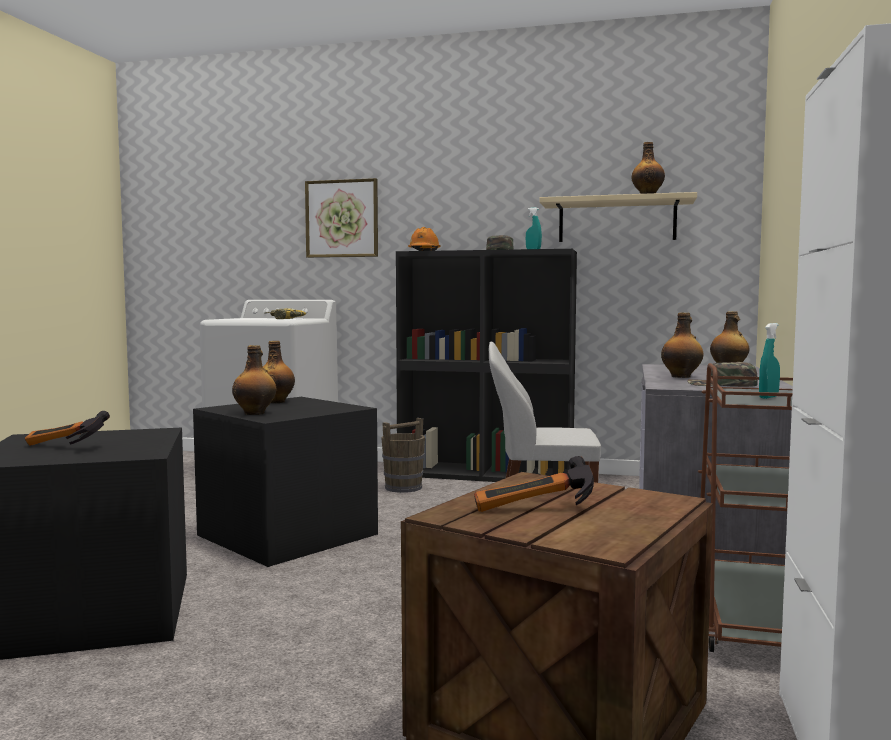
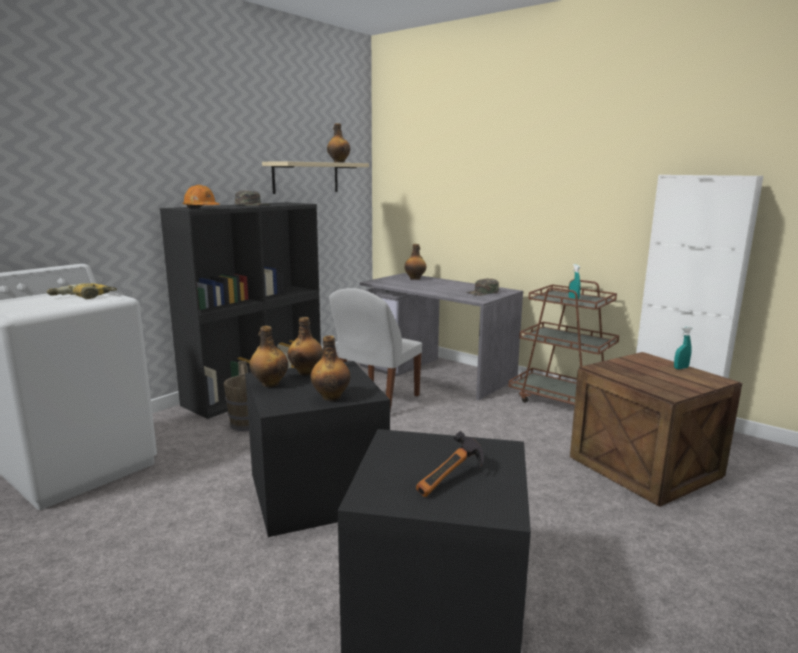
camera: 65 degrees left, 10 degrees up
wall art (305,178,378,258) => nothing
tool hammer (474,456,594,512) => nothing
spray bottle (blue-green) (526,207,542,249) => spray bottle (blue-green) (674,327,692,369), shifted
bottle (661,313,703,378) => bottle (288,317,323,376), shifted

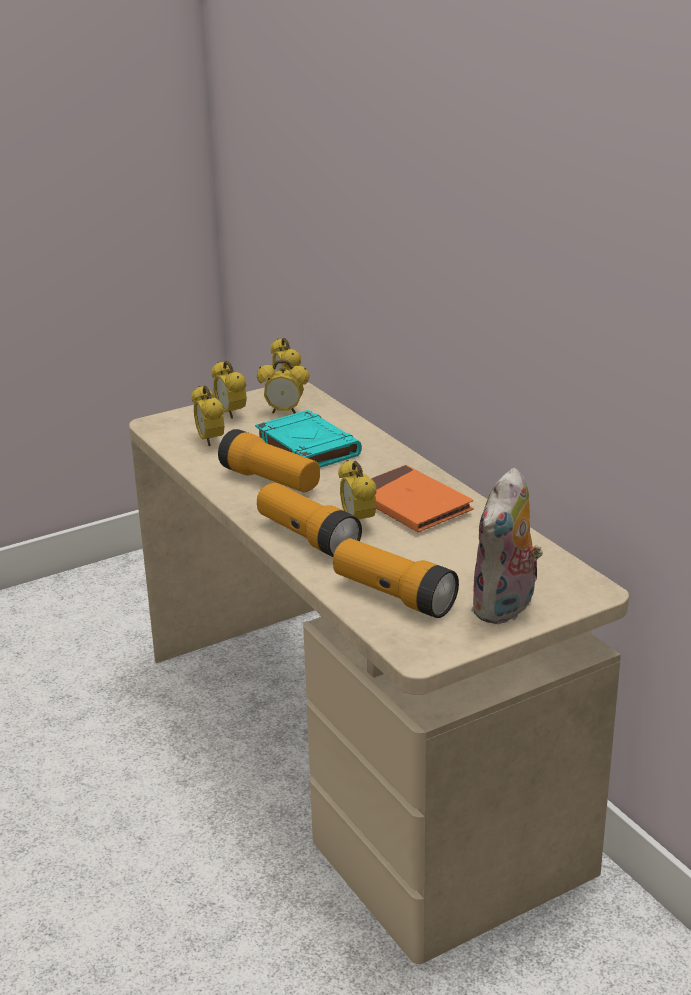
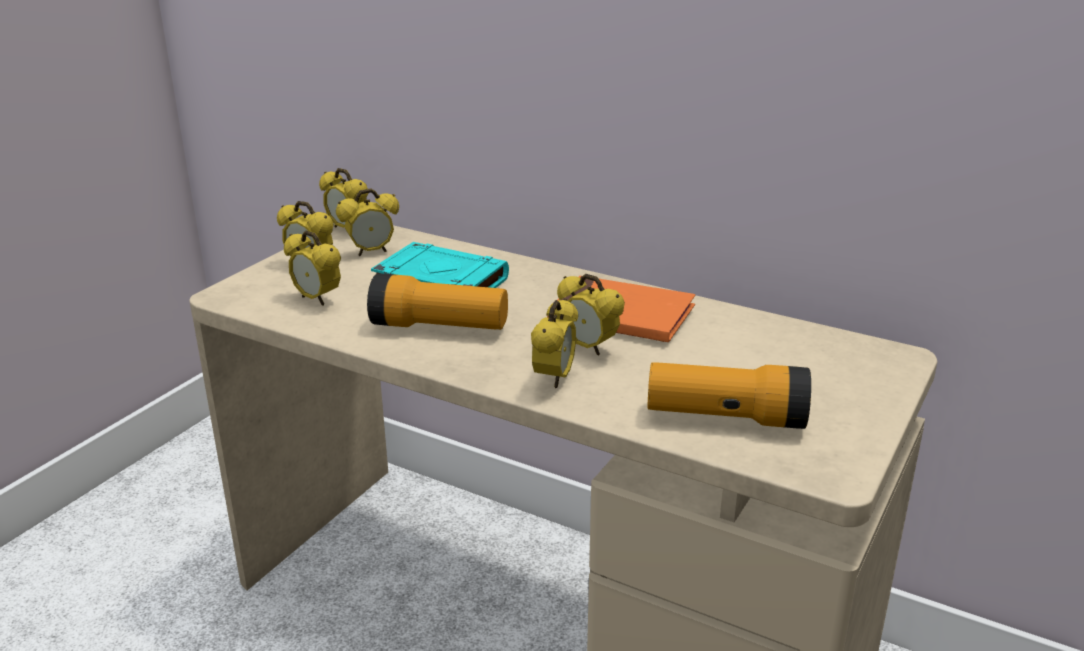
camera: 30 degrees left, 0 degrees up
torch (257,483,362,557) => bedside clock (531,299,578,388)
soft toy (471,468,543,624) => nothing

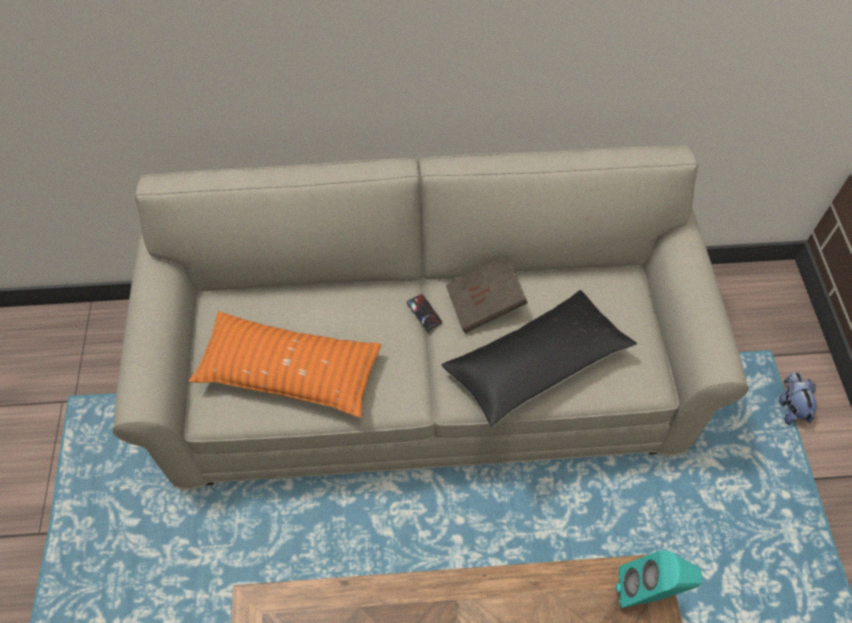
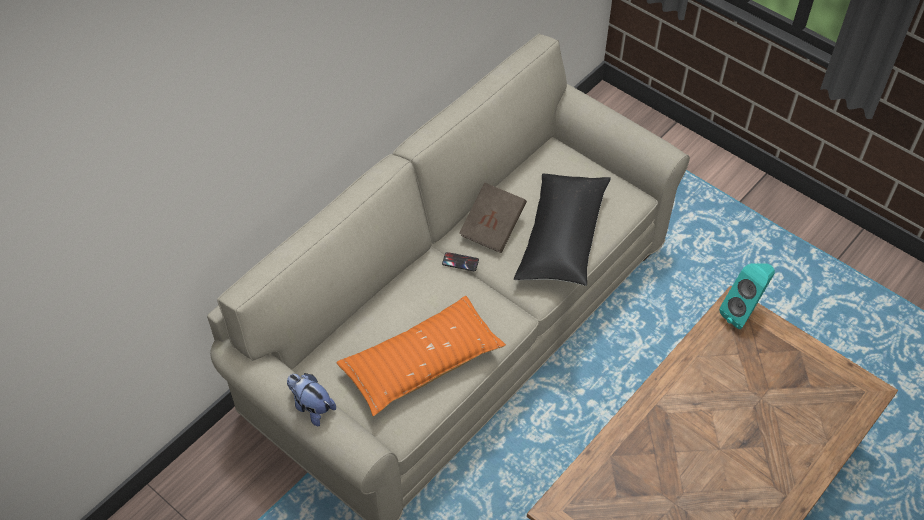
camera: 45 degrees left, 5 degrees down
soft toy (779,372,817,425) => soft toy (287,373,336,426), shifted

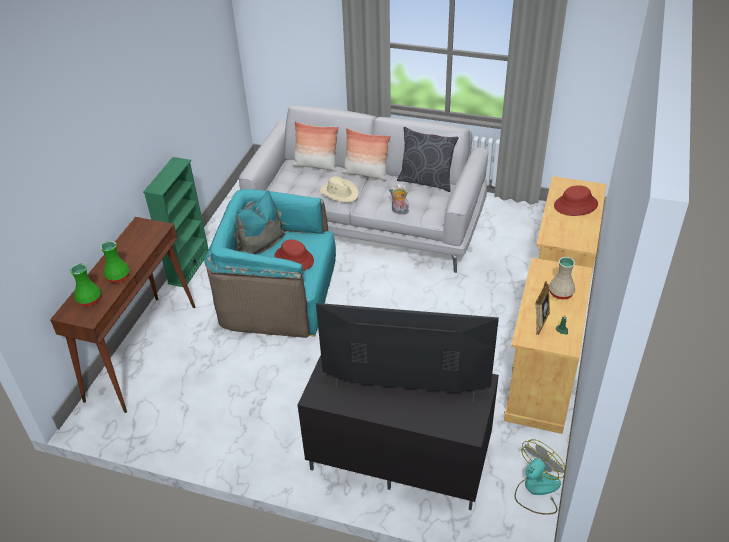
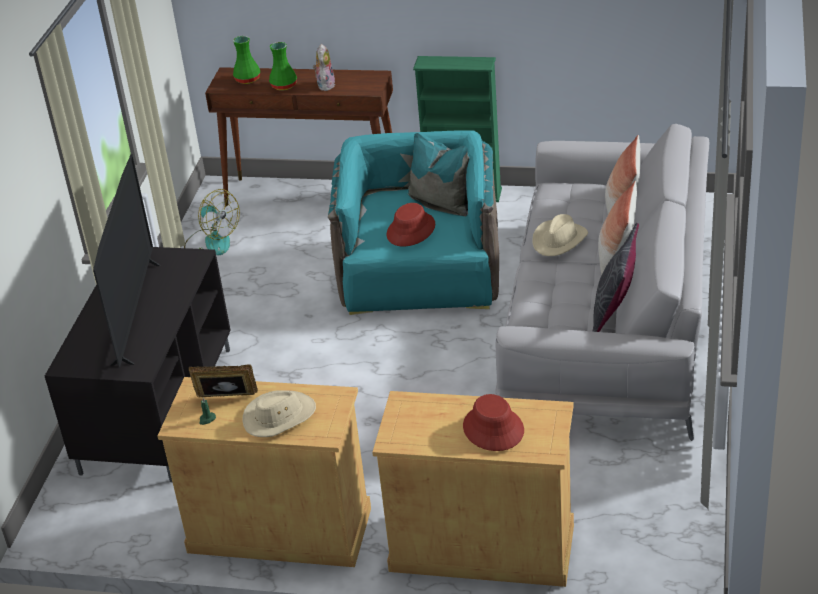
camera: 85 degrees right, 5 degrees down
soft toy (389,184,409,215) => soft toy (313,44,335,91), shifted
cooling fan (515,439,565,515) => cooling fan (184,189,240,255), shifted
flower vase (beige) (549,257,575,300) => clothing hat (beige) (243,390,316,437)

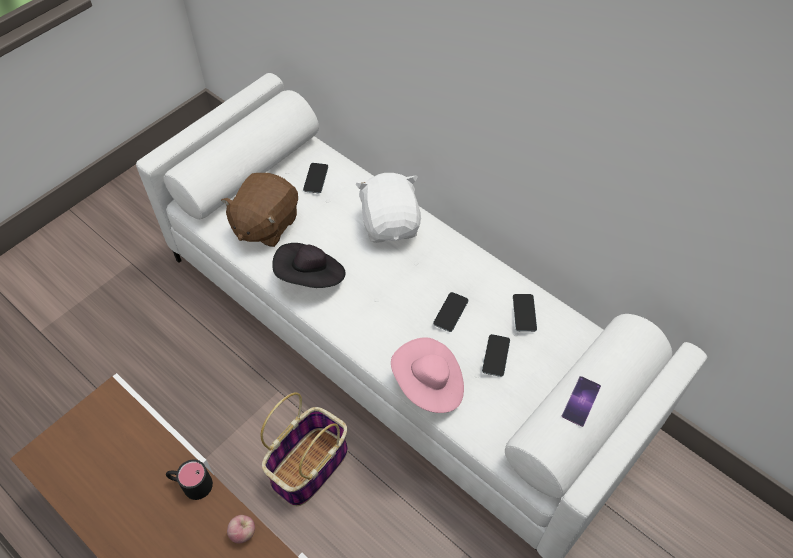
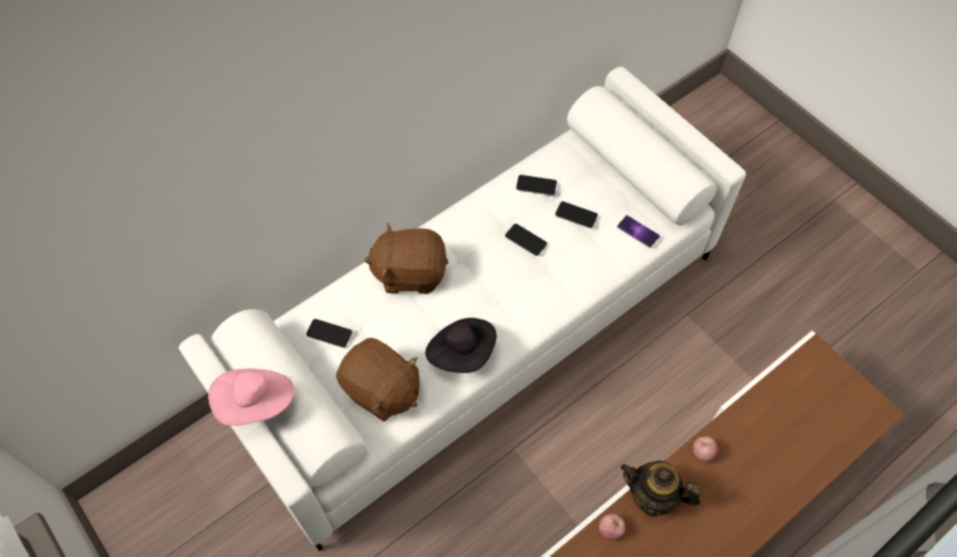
camera: 80 degrees left, 5 degrees up
coffee mug (black) (166,459,213,500) => tea pot (621,460,701,517)
storage basket (260,392,348,506) => nothing
soft toy (white-coloured) (355,173,421,243) => soft toy (brownish) (364,222,448,294)
clothing hat (pinkish) (391,337,464,413) => clothing hat (pinkish) (208,369,294,426), shifted
phone (562,376,601,427) => phone (617,215,660,248), shifted
nothing => apple fruit (599,513,625,540)

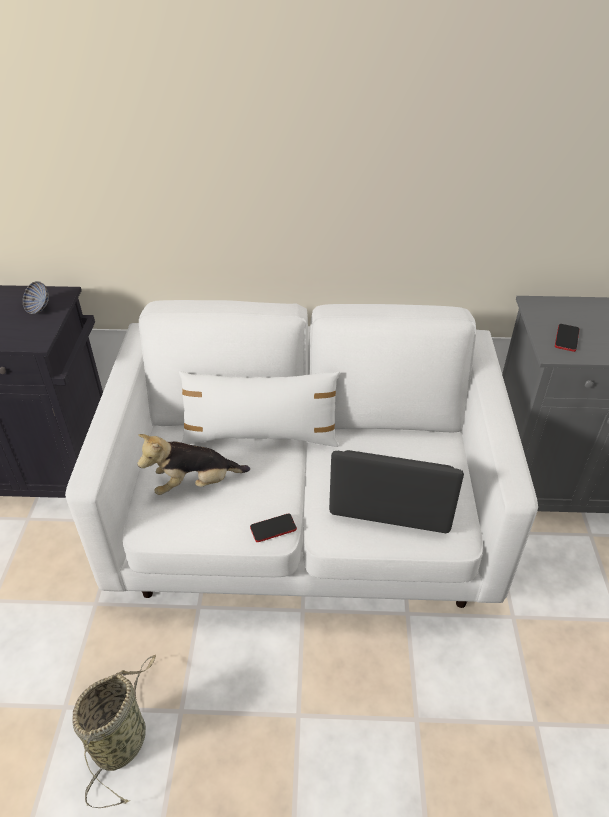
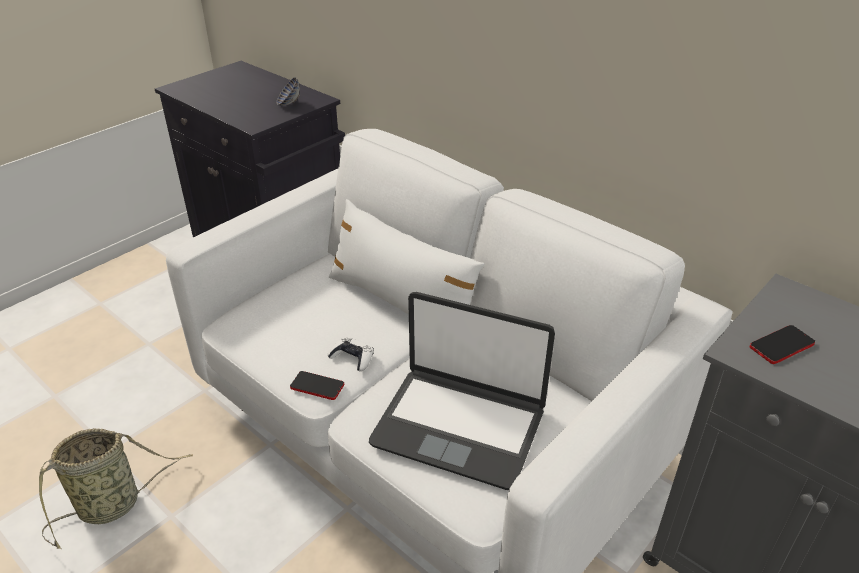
camera: 40 degrees right, 5 degrees down
soft toy (137,434,250,495) => nothing
portable computer (329,450,464,533) => portable computer (369,292,555,490), 150 degrees clockwise
nothing => gamepad (white-coloured) (328,337,374,372)

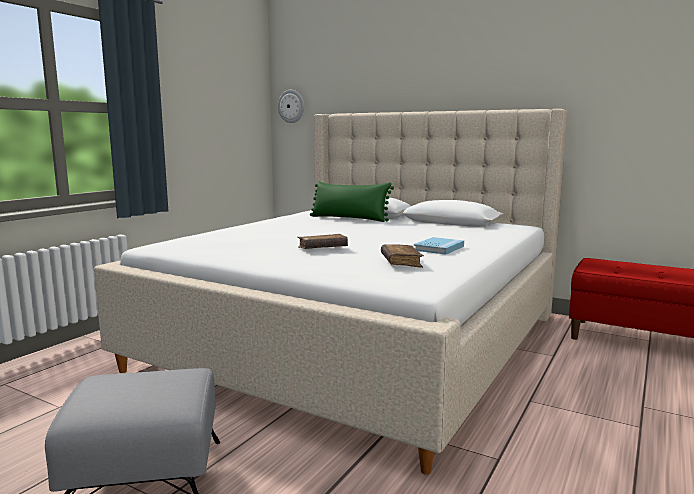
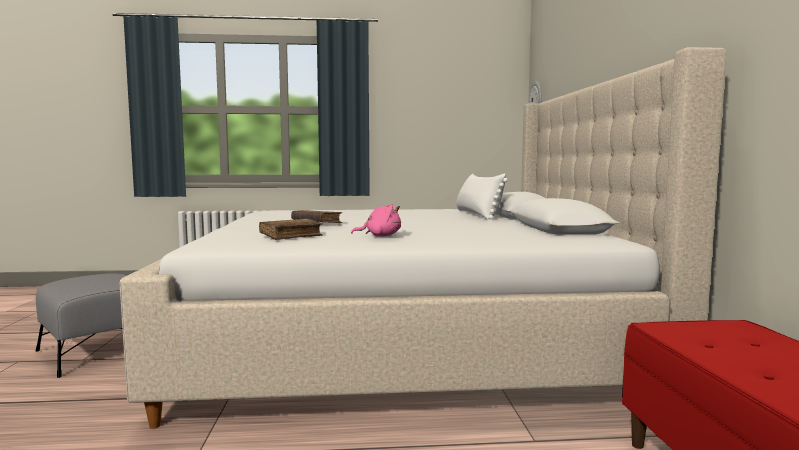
camera: 55 degrees right, 5 degrees down
throw pillow (green) (310,181,394,222) => throw pillow (white-coloured) (456,173,508,220)
bound book (blue) (414,237,464,255) => soft toy (pinkish) (351,204,401,237)

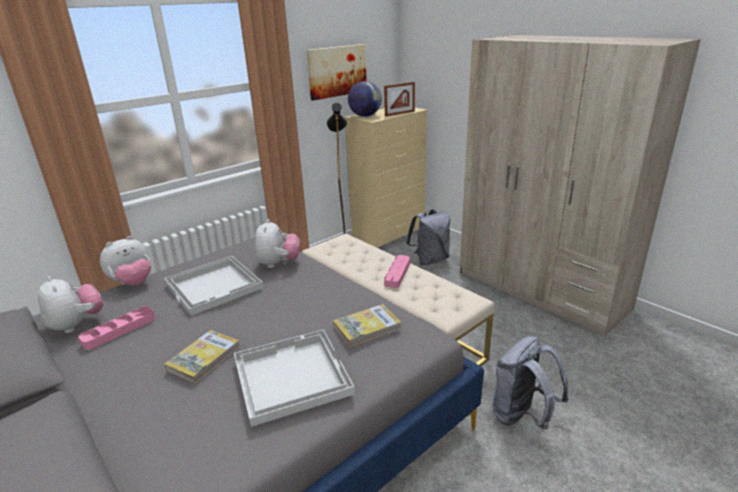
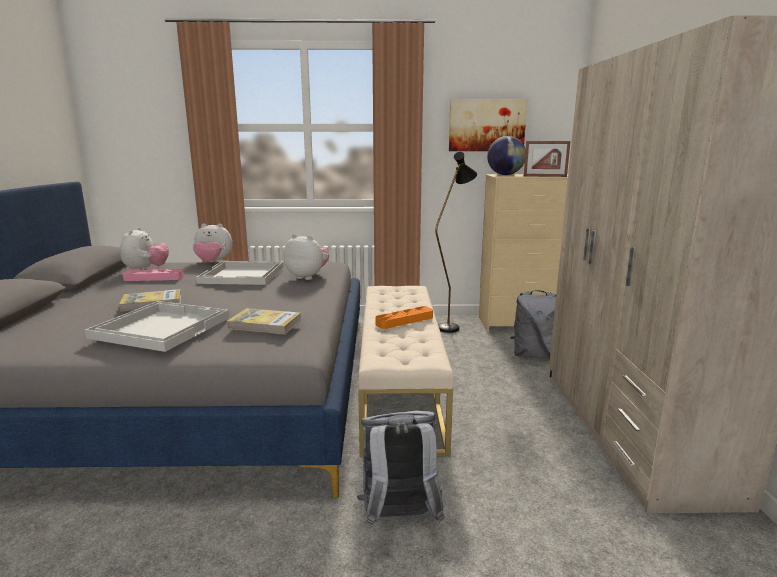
camera: 40 degrees right, 10 degrees down
soft toy (255,219,300,268) => soft toy (284,234,329,280), 105 degrees counterclockwise
carrying tray (pinkish) (384,255,410,288) => carrying tray (orangey) (376,306,433,329)

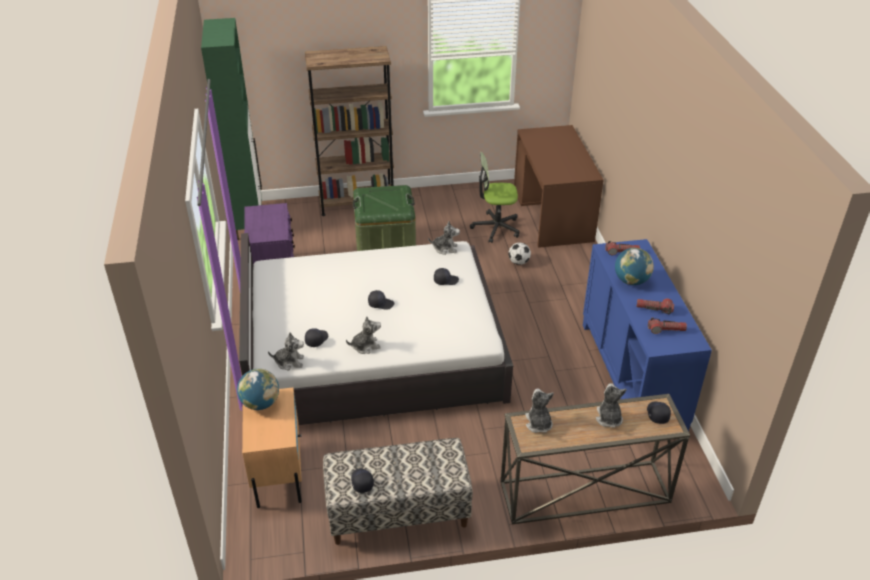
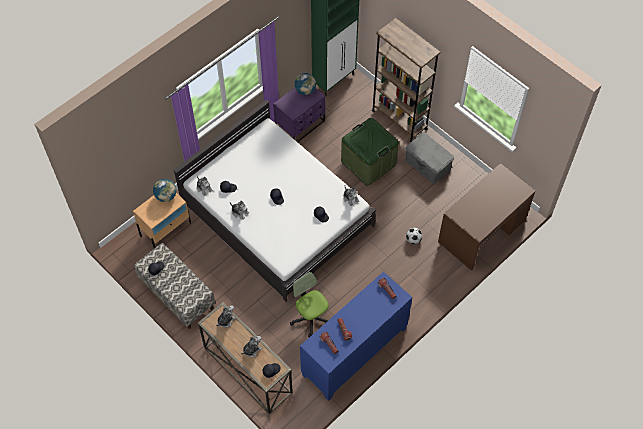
camera: 55 degrees right, 20 degrees up
computer chair (470,152,520,243) => computer chair (290,272,329,337), shifted
desk globe (615,248,654,285) => desk globe (294,73,316,95), shifted
nothing => storage container (greyish) (404,132,455,184)

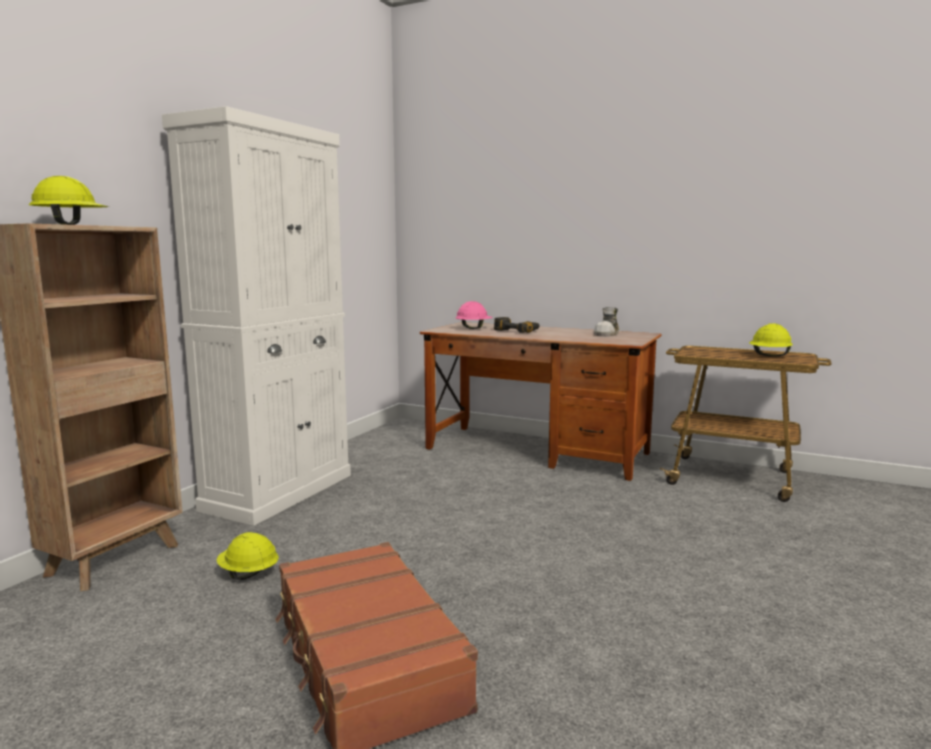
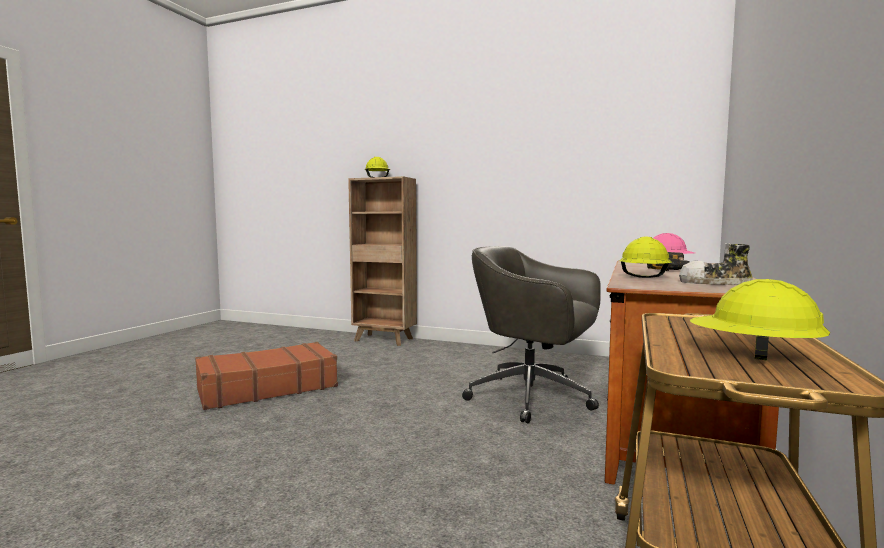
camera: 85 degrees right, 5 degrees down
storage cabinet (white-coloured) (162,106,351,526) => nothing
work helmet (yellowish) (217,532,279,580) => work helmet (yellowish) (619,236,672,278), shifted
nothing => computer chair (greyish) (462,246,601,423)

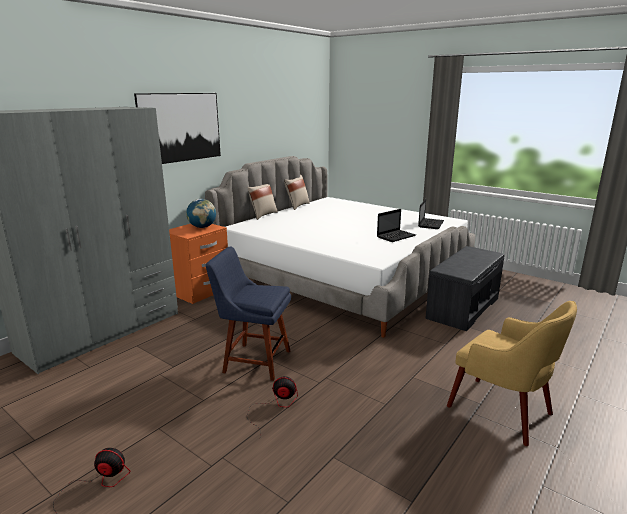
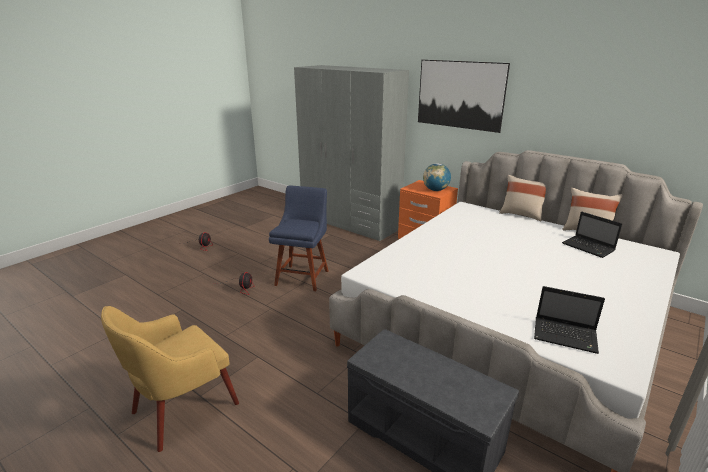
camera: 90 degrees right, 5 degrees up
portable computer (377,209,416,242) => portable computer (562,212,622,258), shifted

